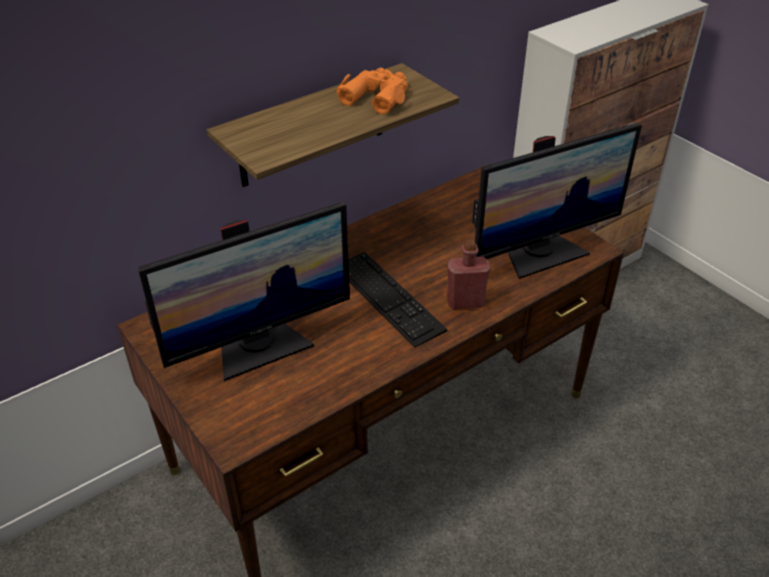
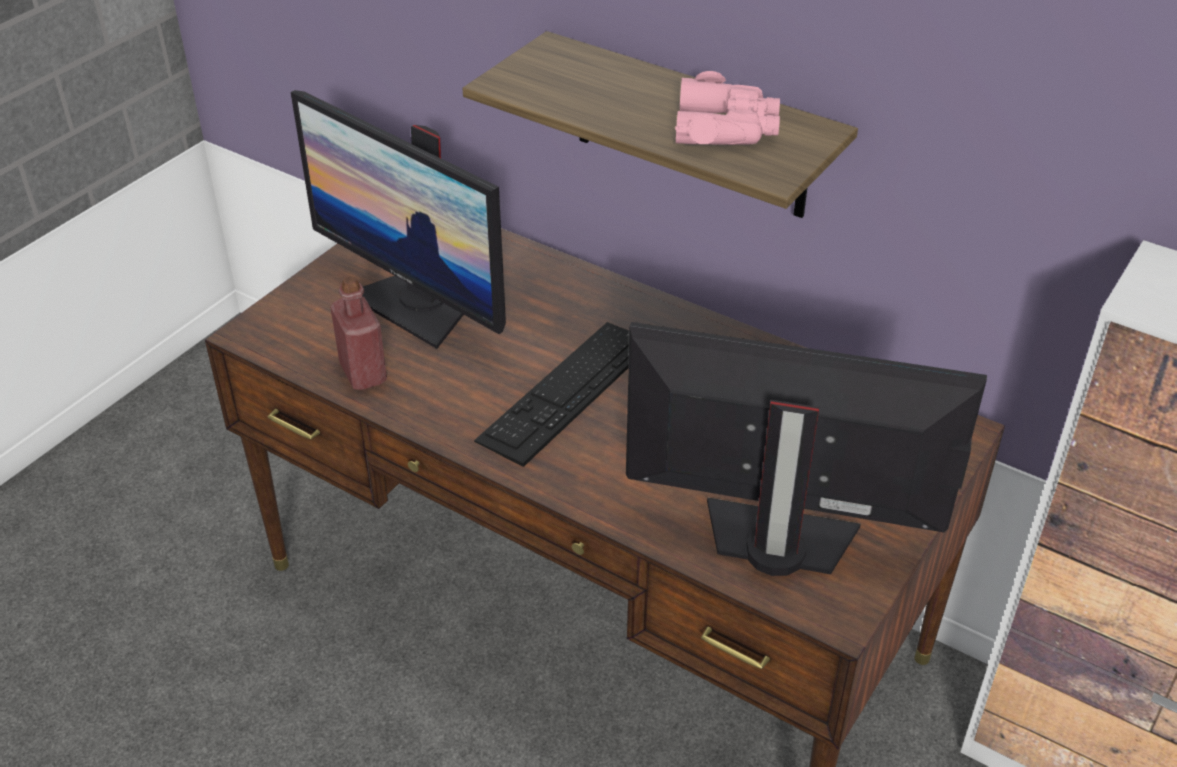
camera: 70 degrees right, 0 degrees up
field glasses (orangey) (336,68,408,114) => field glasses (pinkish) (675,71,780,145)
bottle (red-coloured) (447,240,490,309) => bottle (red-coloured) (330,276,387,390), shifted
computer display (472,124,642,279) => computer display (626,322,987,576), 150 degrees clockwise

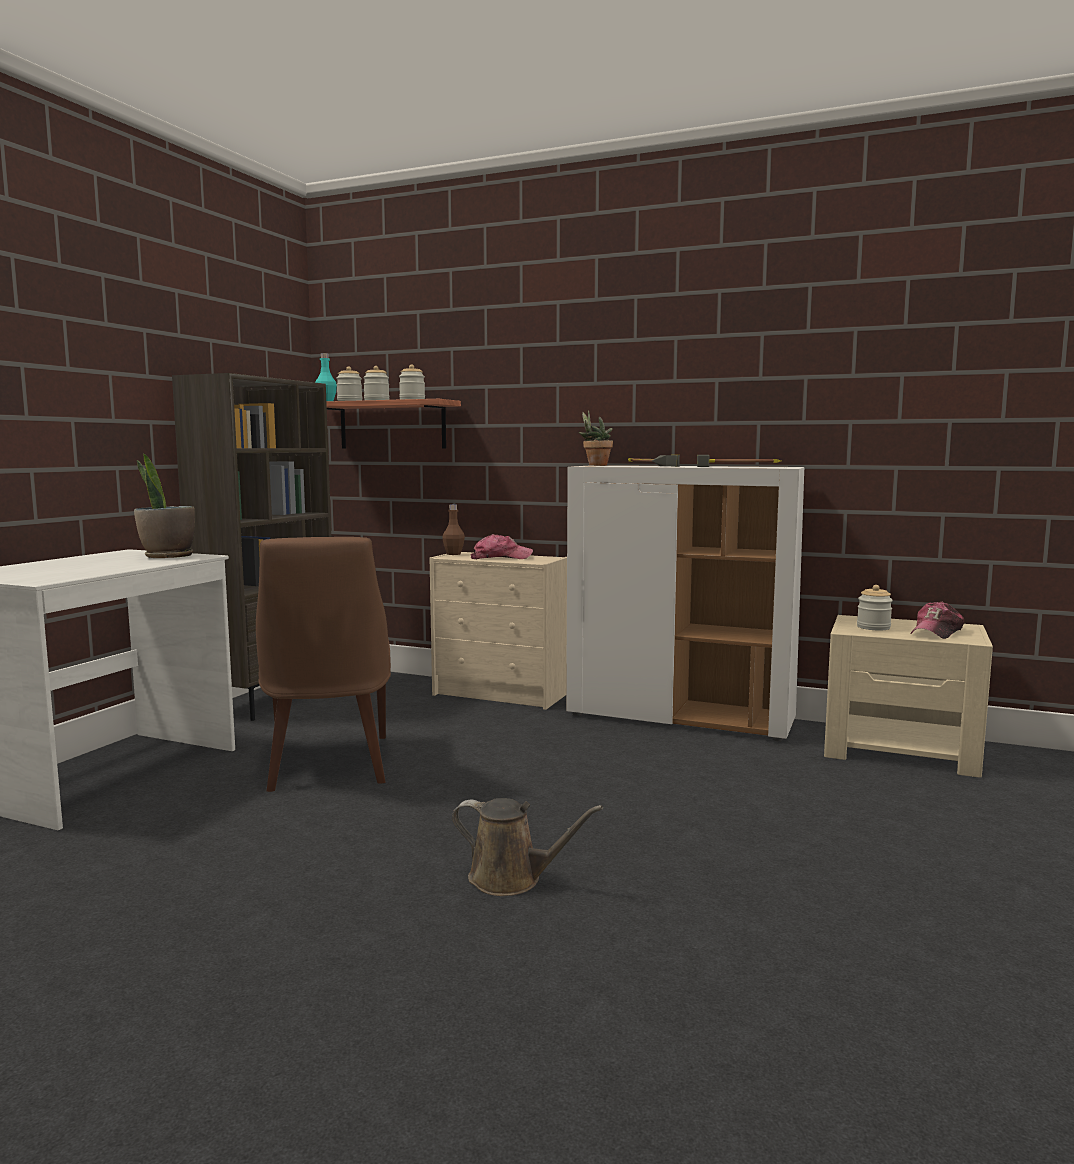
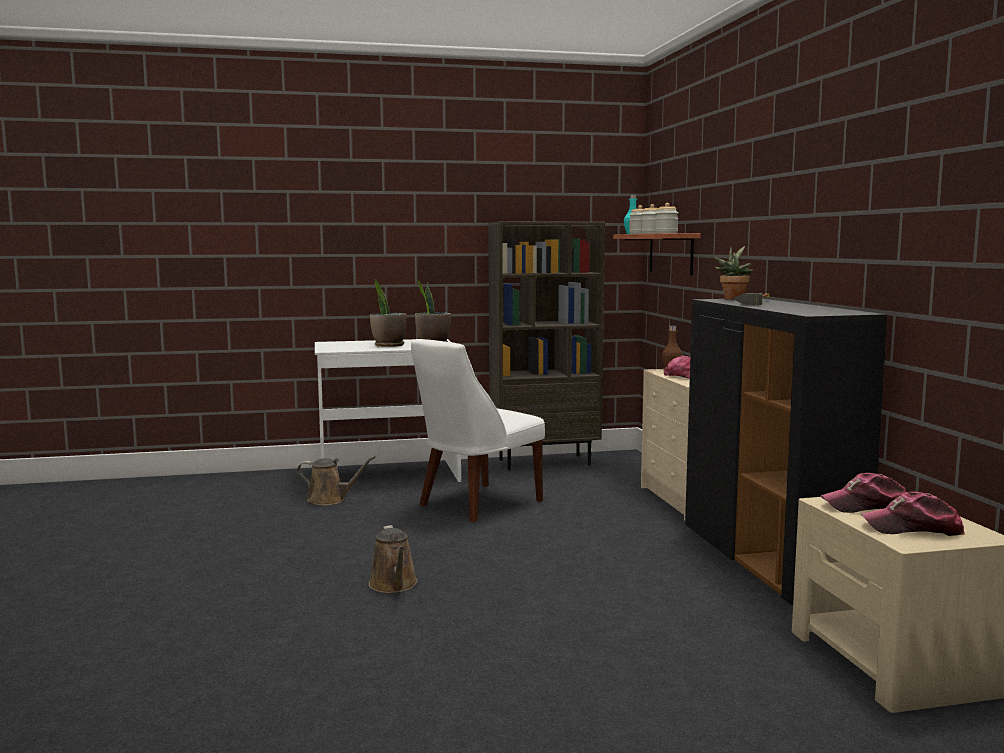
camera: 55 degrees right, 0 degrees up
chair (brownish) (256,537,391,792) => chair (white-coloured) (411,339,545,522)
storage cabinet (white-coloured) (566,465,804,741) => storage cabinet (black) (685,299,887,607)
tool hammer (697,455,781,467) => nothing
storage jar (857,585,893,631) => baseball cap (821,473,906,513)
nothing => sprinkling can (brownish) (297,456,376,506)
nothing => potted plant (370,279,407,347)

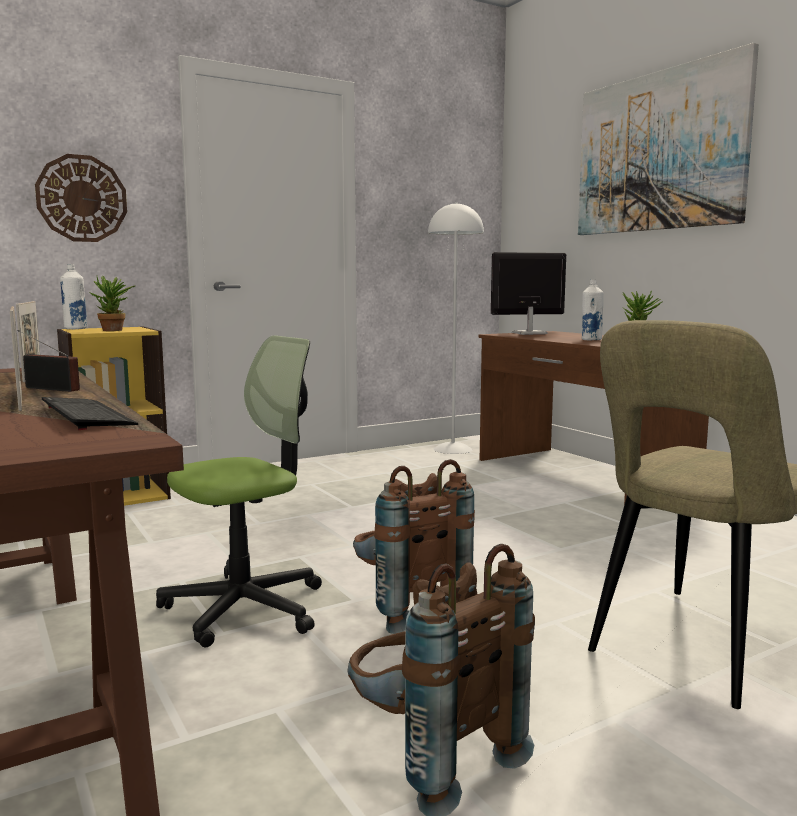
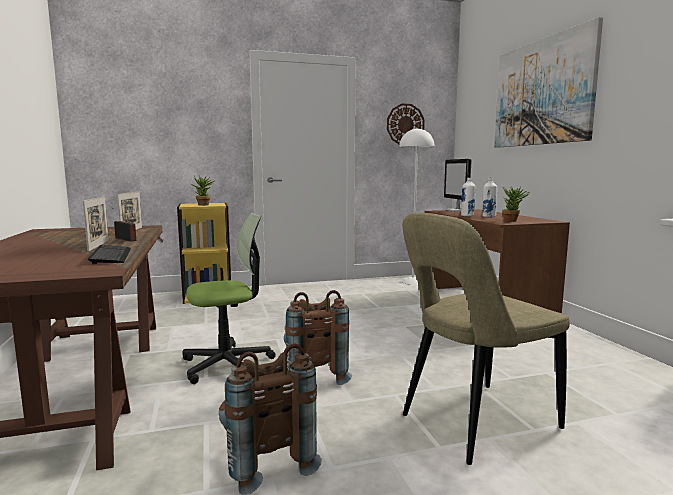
camera: 15 degrees right, 0 degrees up
clock on the wall (35,154,127,242) => clock on the wall (387,103,425,144), shifted
bottle (white-coloured) (60,264,87,330) => bottle (white-coloured) (461,178,476,216), shifted
computer display (491,252,566,335) => computer display (444,159,472,212), 105 degrees counterclockwise

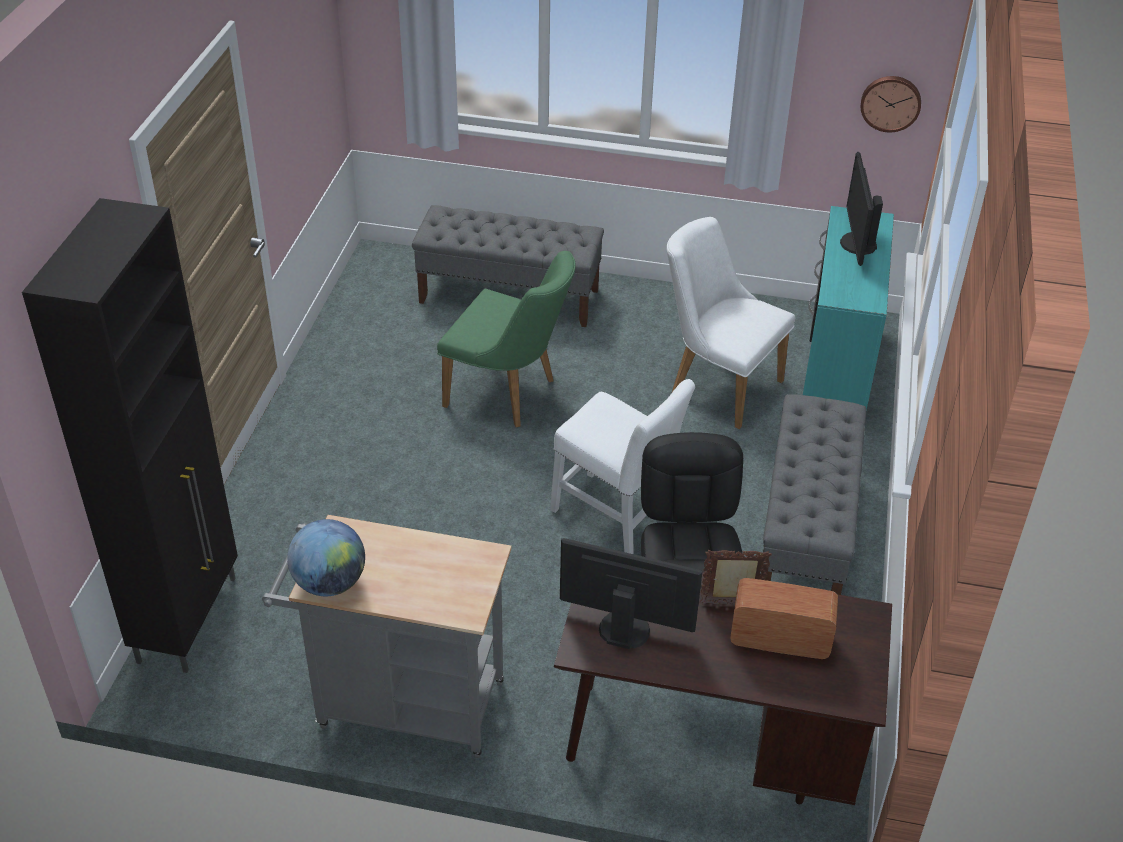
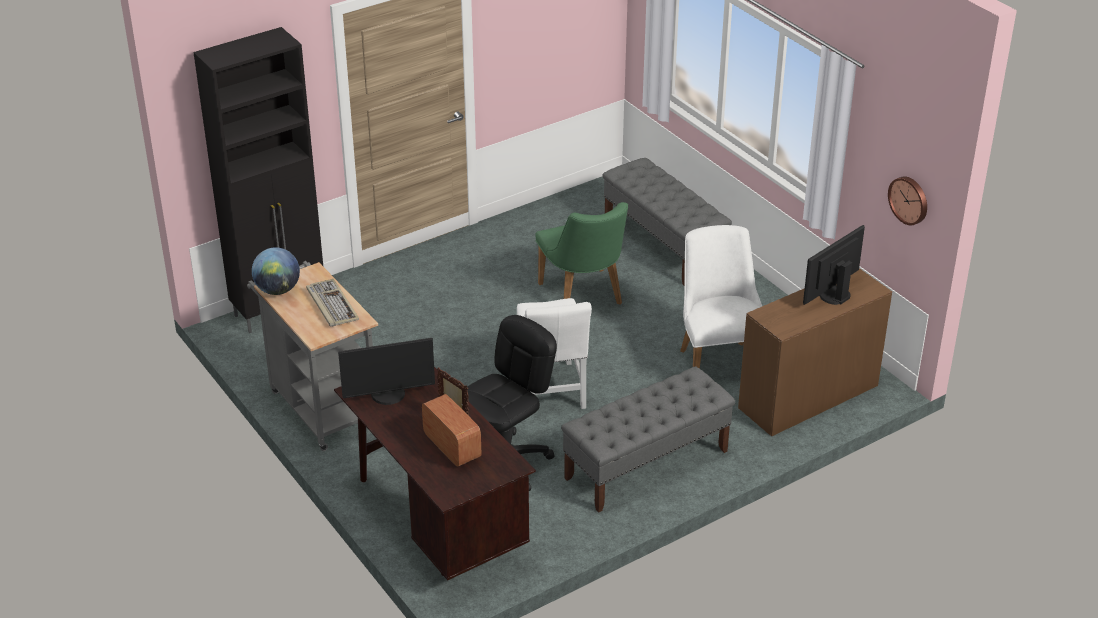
camera: 45 degrees right, 5 degrees down
computer display (560,538,702,649) => computer display (338,338,435,405), 105 degrees clockwise
desk table (blue-green) (803,206,894,410) => desk table (brownish) (738,268,892,436)
nothing => keyboard (306,279,359,327)

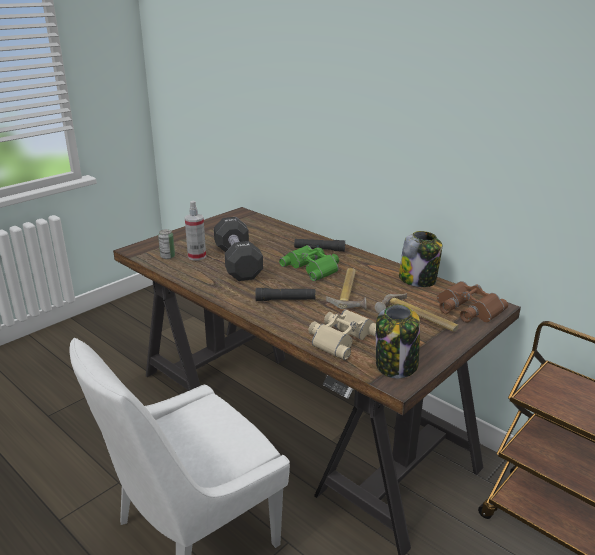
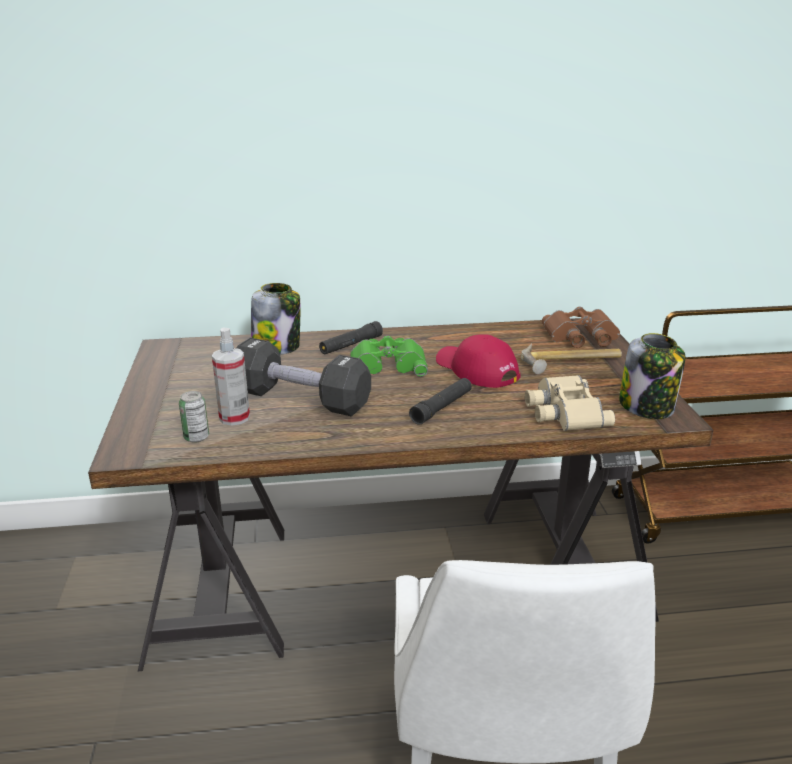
camera: 50 degrees left, 0 degrees up
tool hammer (326,268,367,310) => baseball cap (red-coloured) (436,334,520,388)
storage jar (399,231,442,287) => storage jar (251,283,300,355), shifted

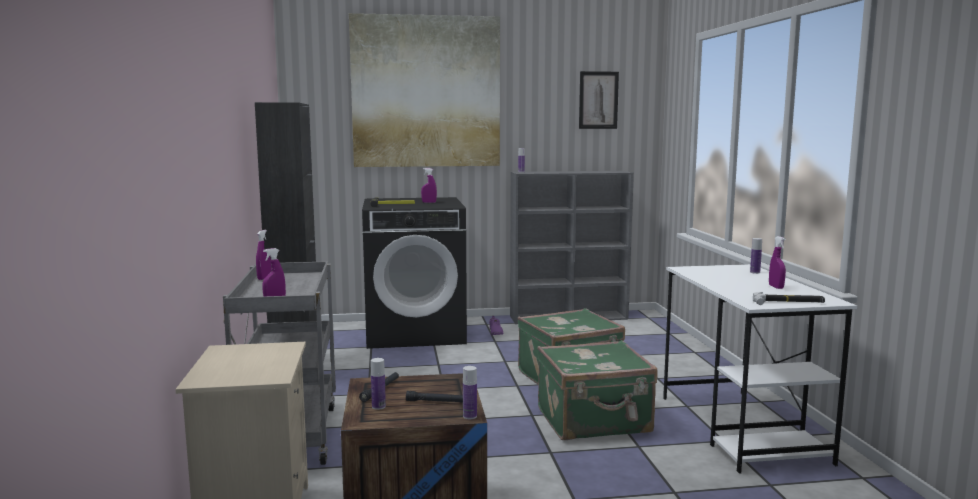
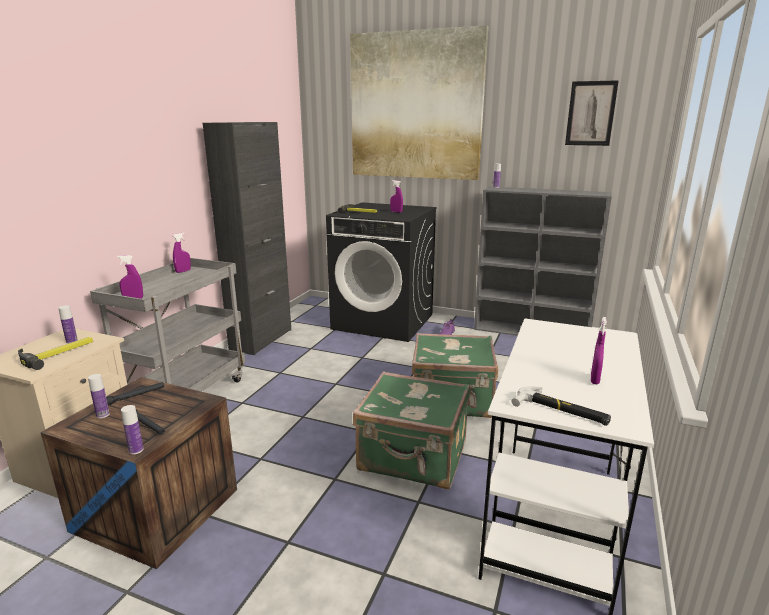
camera: 30 degrees right, 10 degrees up
bottle (750,238,762,274) => bottle (58,305,78,344), shifted
nothing => tool hammer (18,337,93,370)

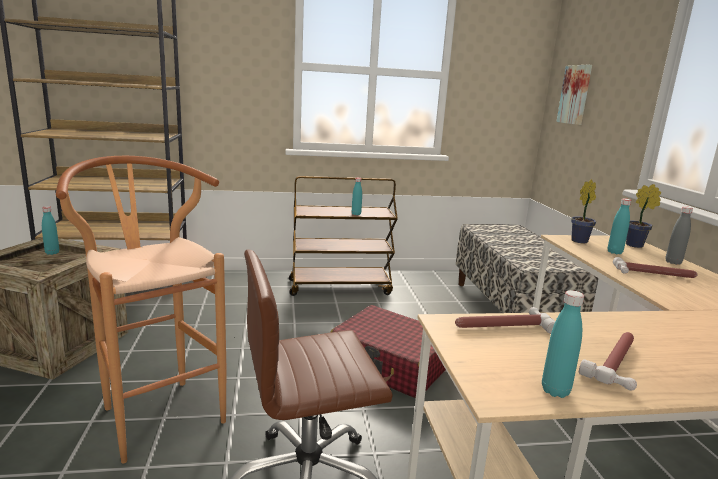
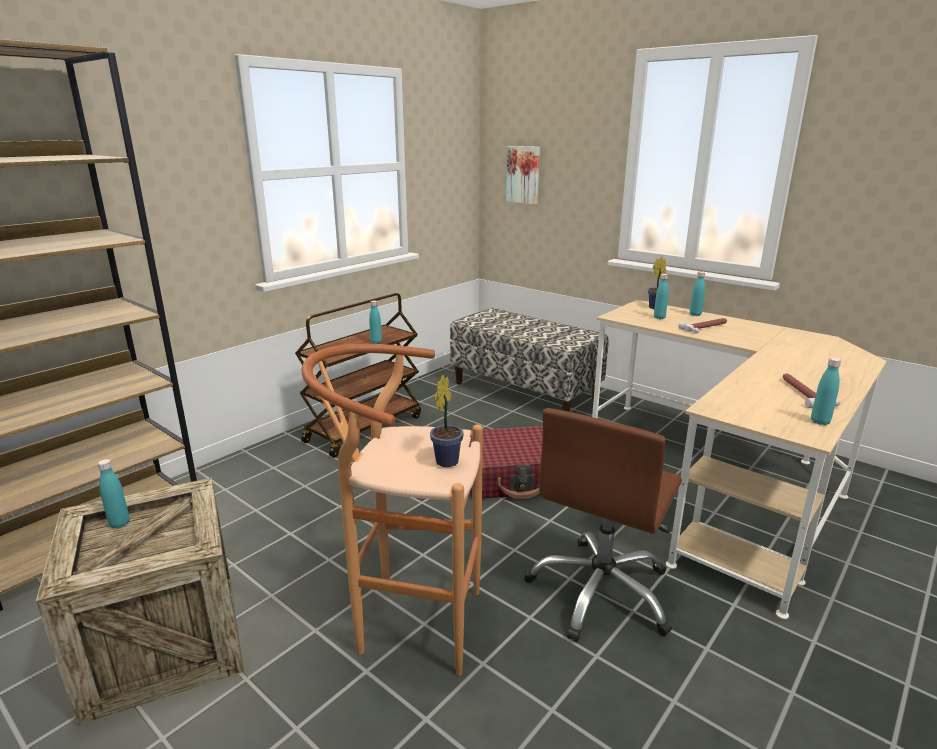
camera: 40 degrees left, 5 degrees up
tool hammer (455,307,555,334) => nothing
potted plant (571,179,596,244) => potted plant (430,375,464,467), shifted
bottle (greyish) (665,206,693,265) => bottle (blue-green) (690,272,705,316)

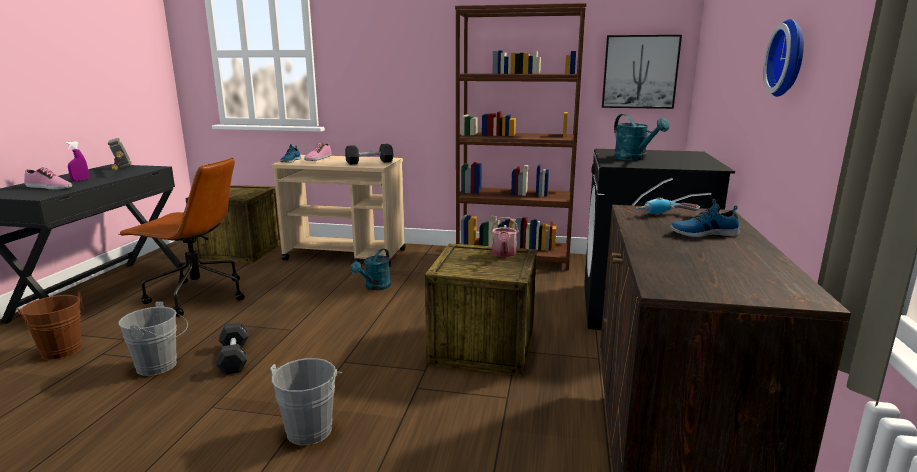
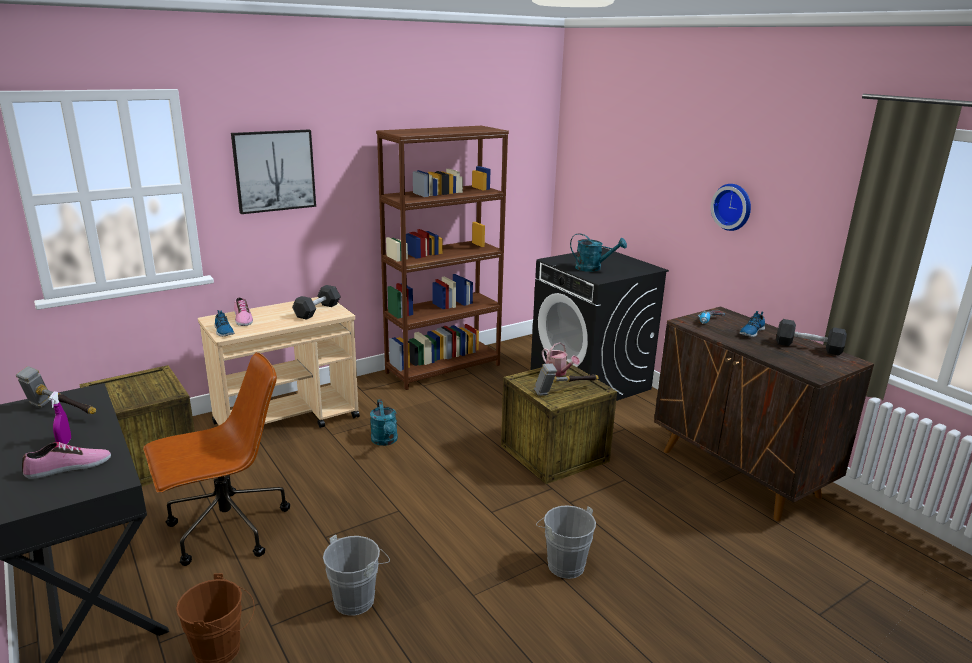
camera: 45 degrees left, 5 degrees up
dumbbell (black) (215,322,248,375) => dumbbell (black) (776,319,847,356), shifted
wall art (602,35,682,109) => wall art (231,130,316,214), shifted
nothing => tool hammer (534,364,599,396)

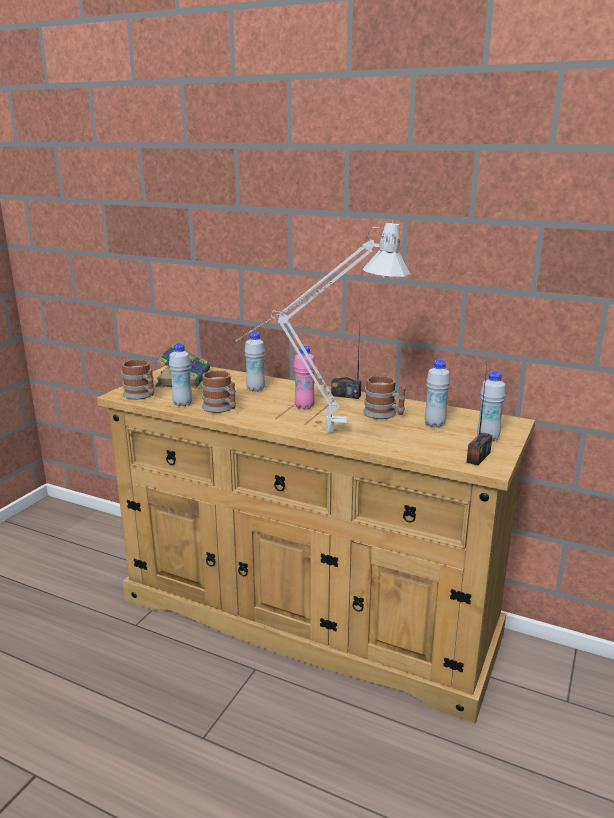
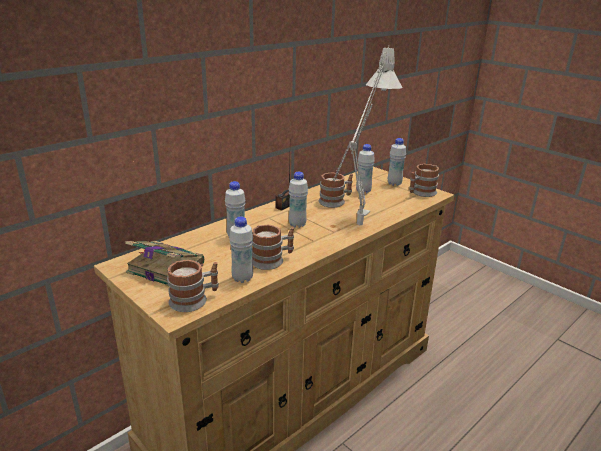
camera: 70 degrees left, 5 degrees up
bottle (pinkish) (294,346,315,409) => bottle (white-coloured) (289,172,308,228)
radio (466,367,492,466) => coffee mug (409,164,439,197)

